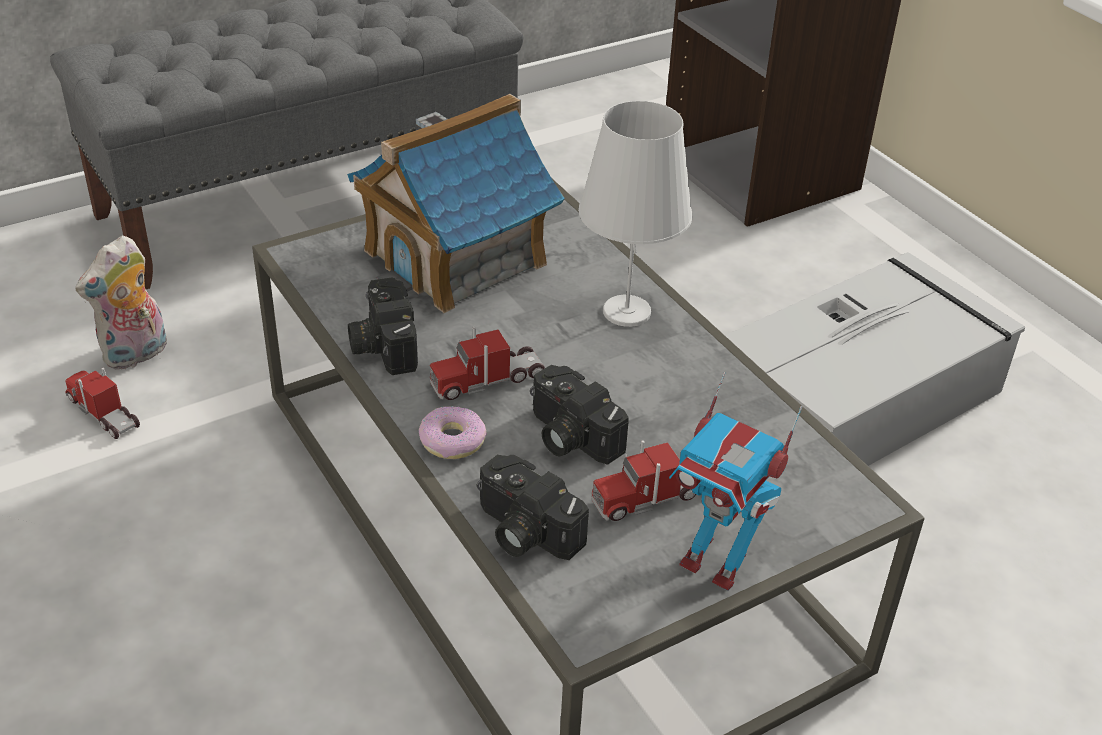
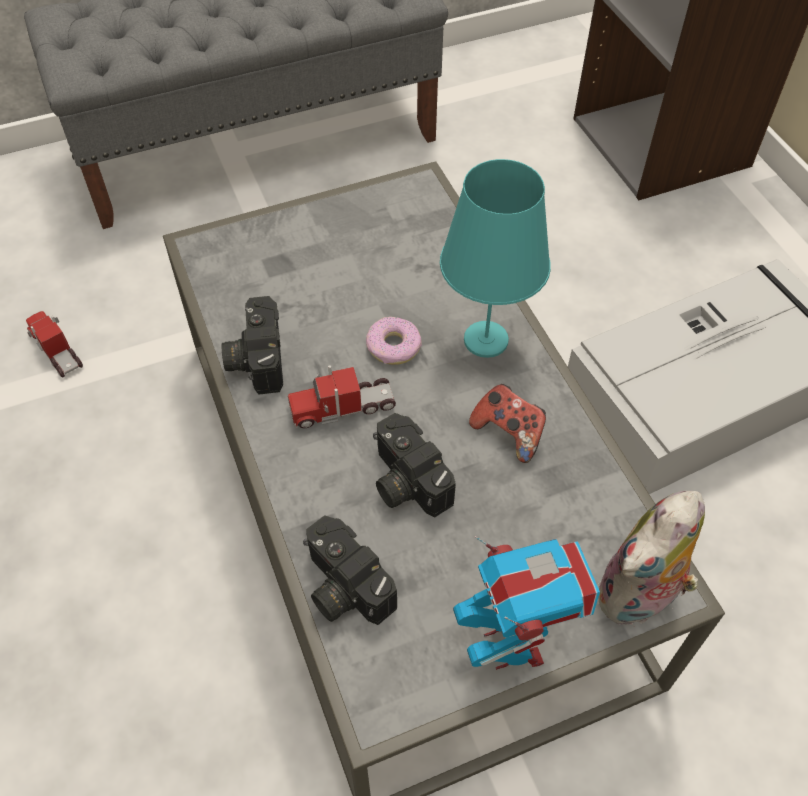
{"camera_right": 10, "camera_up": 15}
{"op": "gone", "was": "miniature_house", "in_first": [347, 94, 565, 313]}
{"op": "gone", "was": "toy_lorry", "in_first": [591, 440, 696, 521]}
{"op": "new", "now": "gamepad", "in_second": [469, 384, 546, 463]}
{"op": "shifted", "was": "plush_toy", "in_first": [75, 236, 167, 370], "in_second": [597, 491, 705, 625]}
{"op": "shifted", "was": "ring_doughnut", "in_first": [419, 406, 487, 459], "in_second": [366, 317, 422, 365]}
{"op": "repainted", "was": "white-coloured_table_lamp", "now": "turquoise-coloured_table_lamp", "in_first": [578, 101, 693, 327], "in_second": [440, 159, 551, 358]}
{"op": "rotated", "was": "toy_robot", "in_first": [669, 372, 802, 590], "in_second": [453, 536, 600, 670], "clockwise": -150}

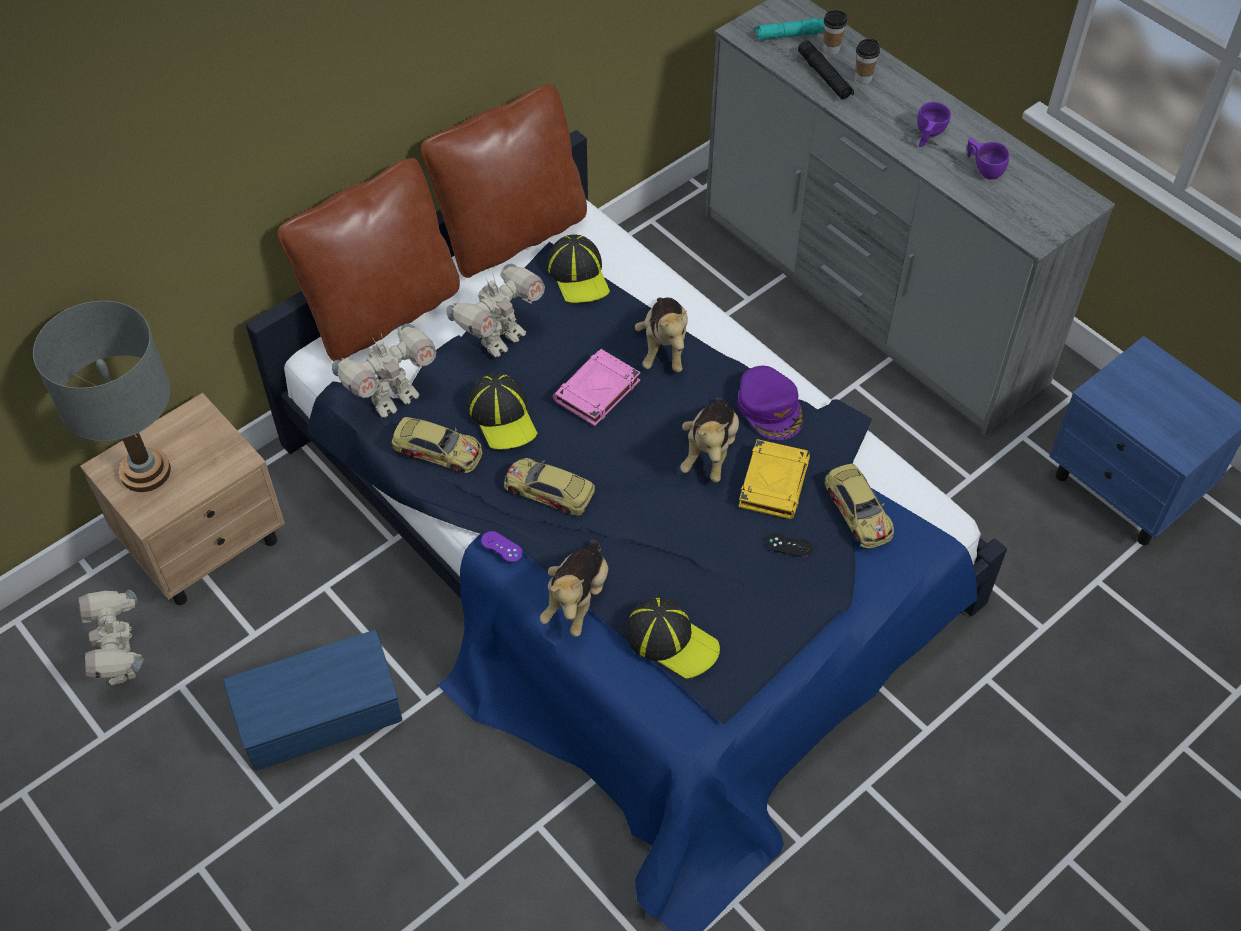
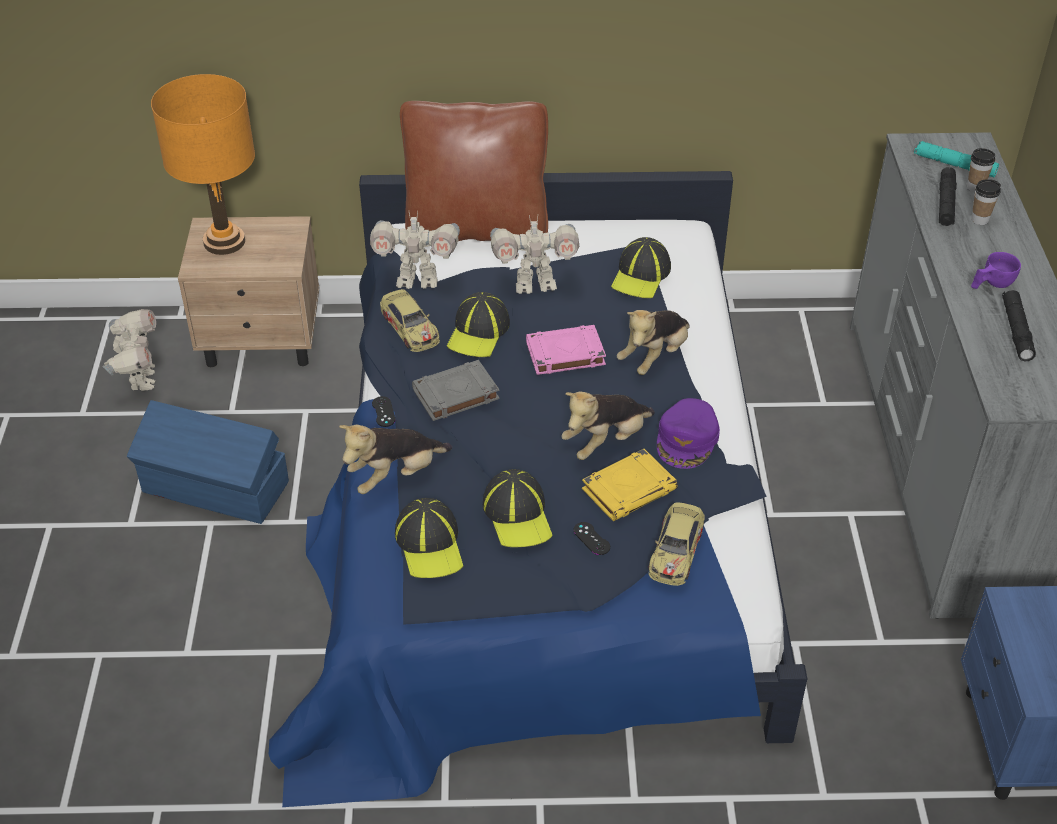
{"camera_right": 40, "camera_up": -10}
{"op": "gone", "was": "brown_pillow", "in_first": [421, 84, 587, 278]}
{"op": "new", "now": "baseball_cap", "in_second": [483, 469, 553, 547]}
{"op": "swapped", "was": "miniature_car", "now": "greyish_bound_book", "in_first": [504, 458, 595, 516], "in_second": [412, 360, 500, 421]}
{"op": "swapped", "was": "purple-coloured_small_cup", "now": "black_flashlight", "in_first": [967, 137, 1009, 180], "in_second": [1002, 290, 1036, 361]}
{"op": "repainted", "was": "greyish_table_lamp", "now": "orange-coloured_table_lamp", "in_first": [33, 301, 171, 492], "in_second": [151, 74, 255, 255]}
{"op": "repainted", "was": "purple-coloured_gamepad", "now": "black_gamepad", "in_first": [481, 531, 523, 562], "in_second": [372, 396, 395, 427]}
{"op": "rotated", "was": "toy_robot", "in_first": [78, 590, 145, 685], "in_second": [102, 309, 156, 391], "clockwise": 150}

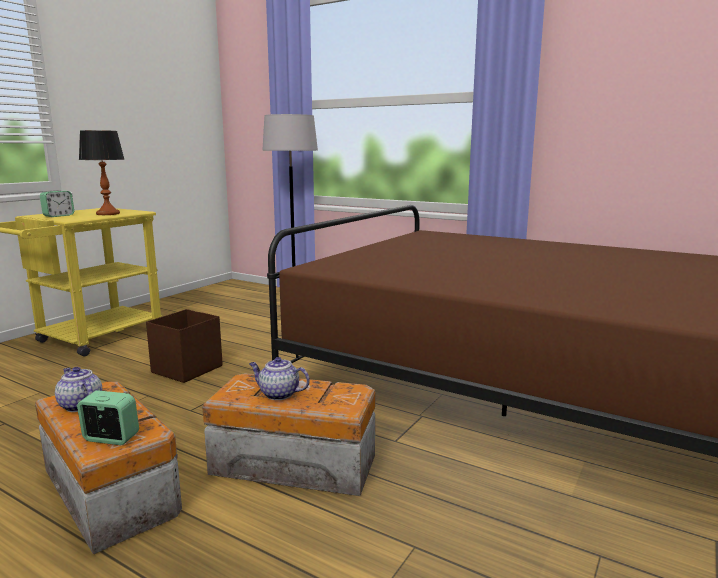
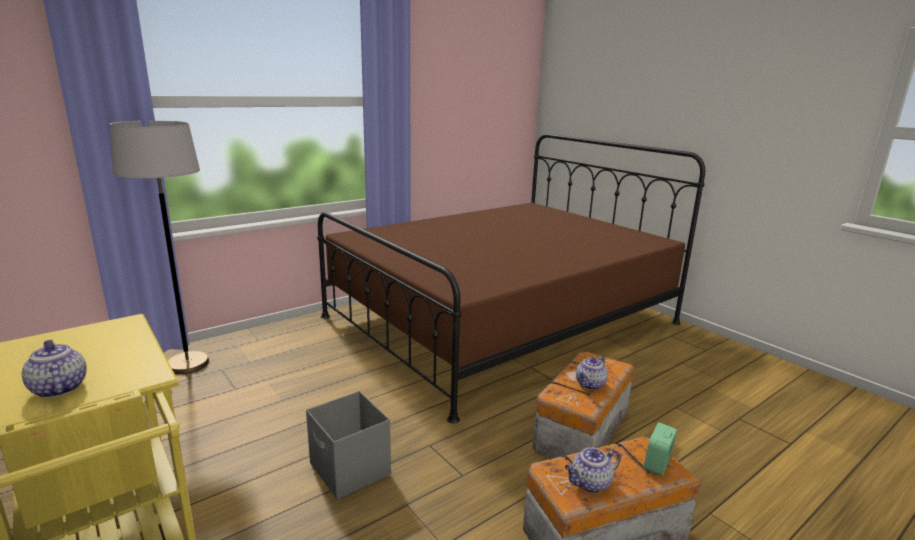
{"camera_right": -70, "camera_up": 5}
{"op": "gone", "was": "table_lamp", "in_first": [79, 130, 124, 215]}
{"op": "swapped", "was": "table_clock", "now": "pot_for_tea", "in_first": [40, 191, 74, 217], "in_second": [22, 340, 87, 398]}
{"op": "repainted", "was": "brown_storage_bin", "now": "greyish_storage_bin", "in_first": [146, 309, 223, 383], "in_second": [306, 391, 391, 499]}

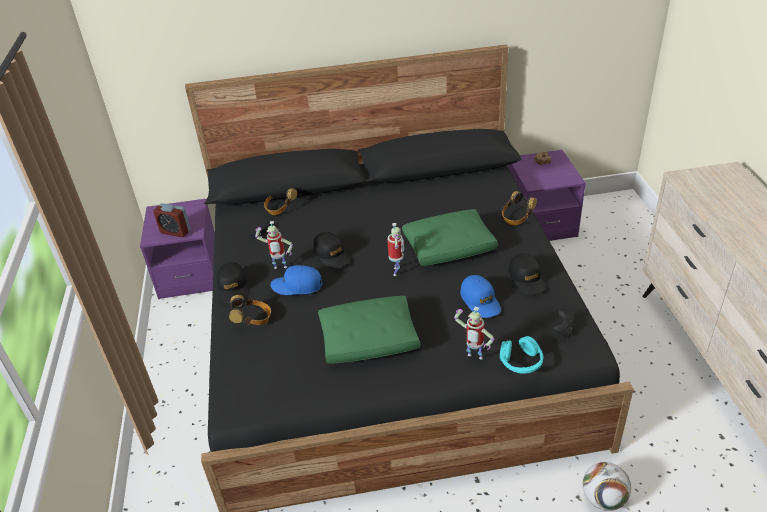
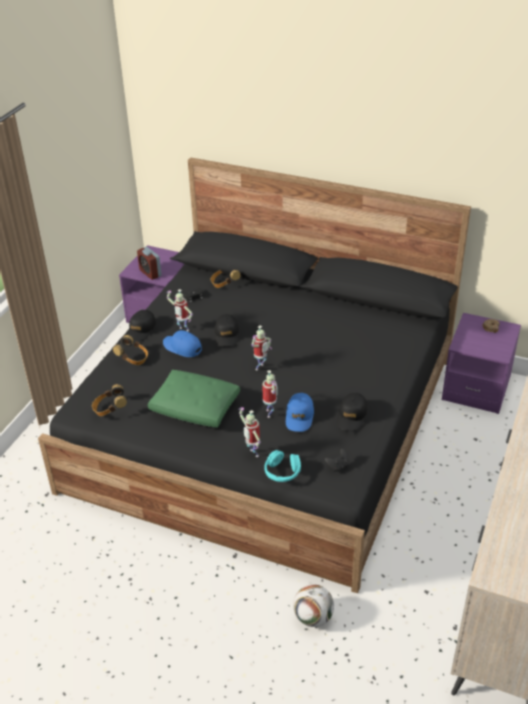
{"camera_right": 30, "camera_up": 0}
{"op": "gone", "was": "green-coloured_pillow", "in_first": [402, 209, 498, 266]}
{"op": "new", "now": "toy_robot", "in_second": [262, 370, 278, 418]}
{"op": "shifted", "was": "pair_of_headphones", "in_first": [502, 191, 537, 225], "in_second": [92, 384, 127, 416]}

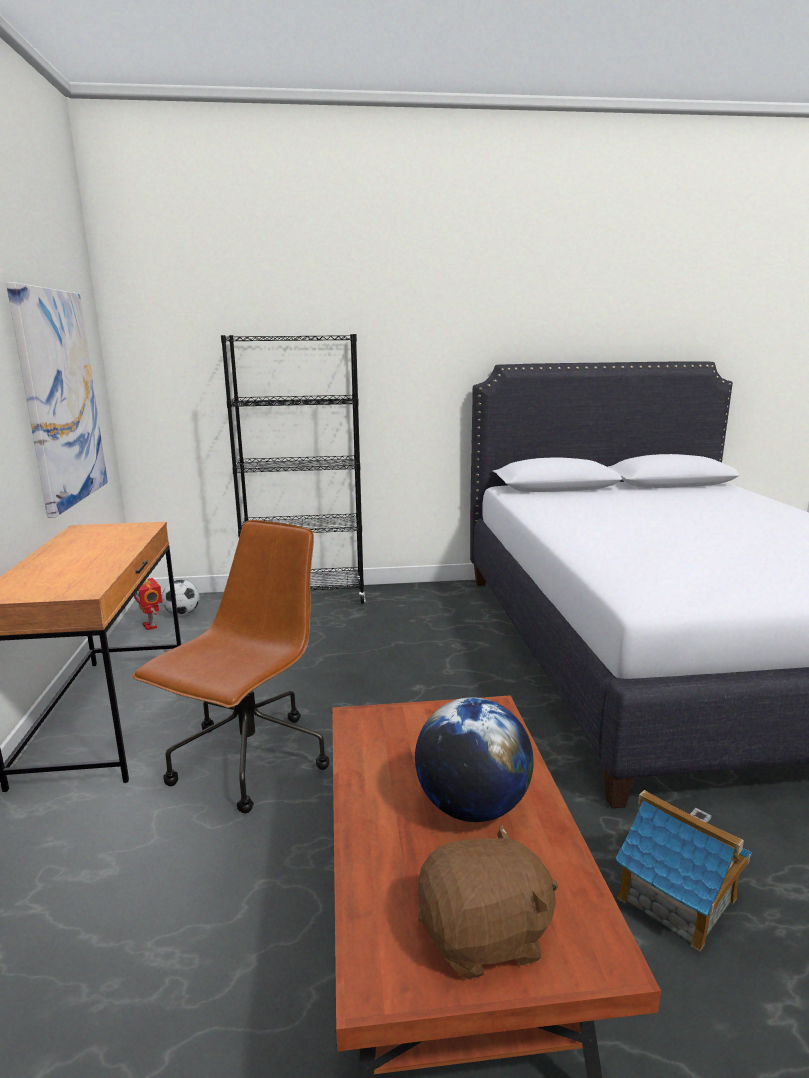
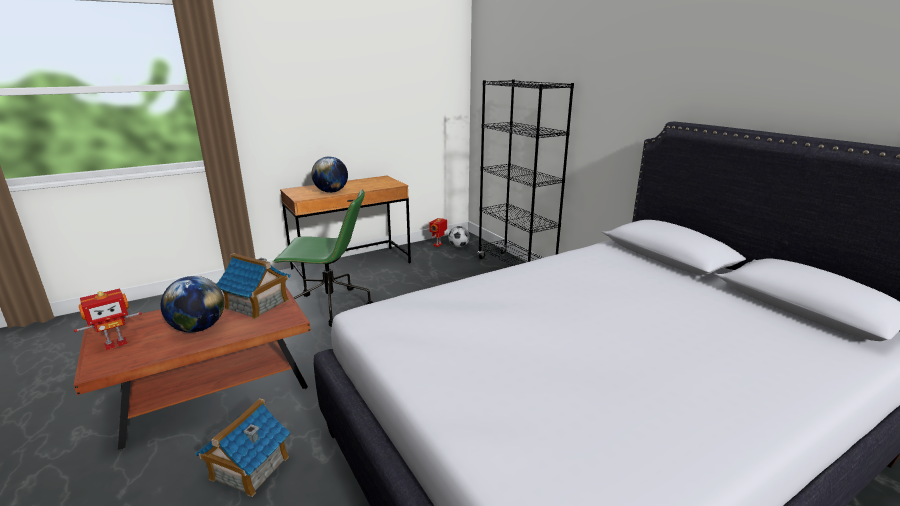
{"camera_right": 65, "camera_up": 5}
{"op": "gone", "was": "wall_art", "in_first": [6, 282, 108, 518]}
{"op": "new", "now": "miniature_house", "in_second": [216, 253, 291, 319]}
{"op": "new", "now": "world_globe", "in_second": [311, 157, 348, 193]}
{"op": "swapped", "was": "brown_plush_toy", "now": "toy_robot", "in_first": [418, 824, 558, 979], "in_second": [74, 289, 142, 350]}
{"op": "repainted", "was": "brown_computer_chair", "now": "green-coloured_computer_chair", "in_first": [132, 520, 329, 814], "in_second": [273, 189, 374, 327]}

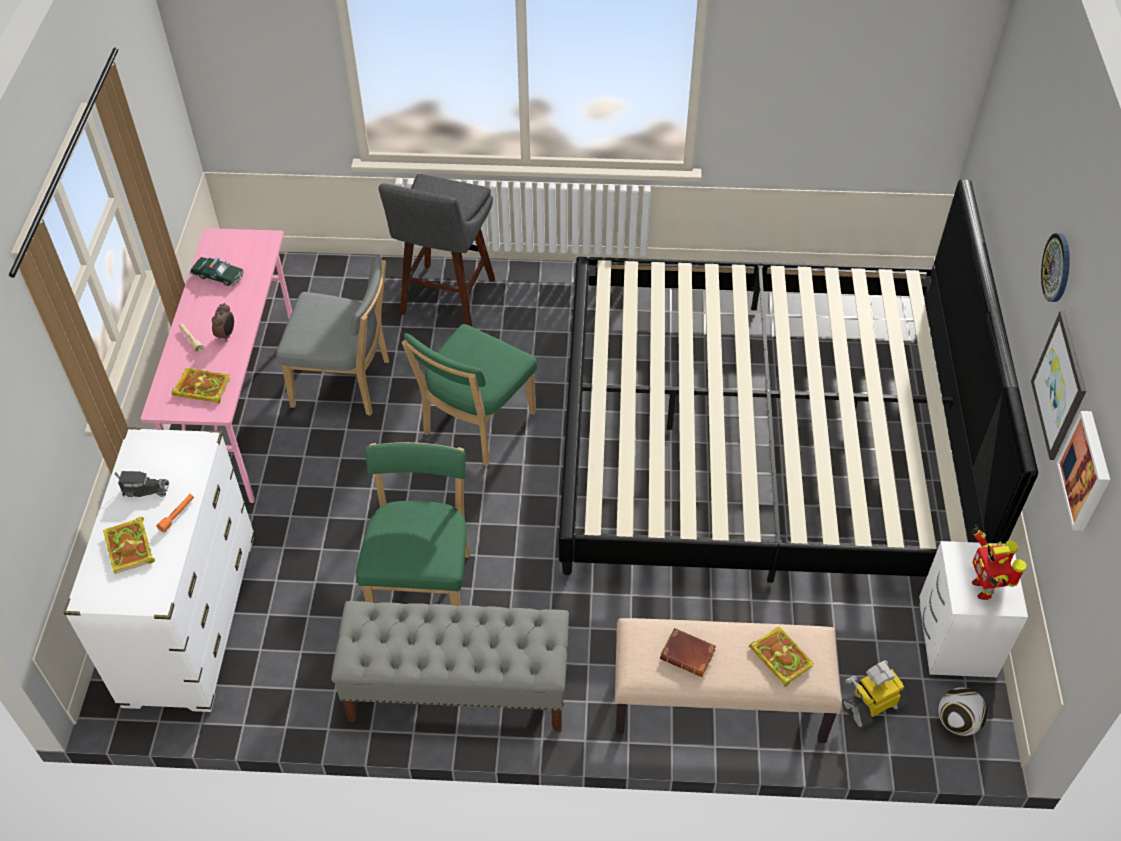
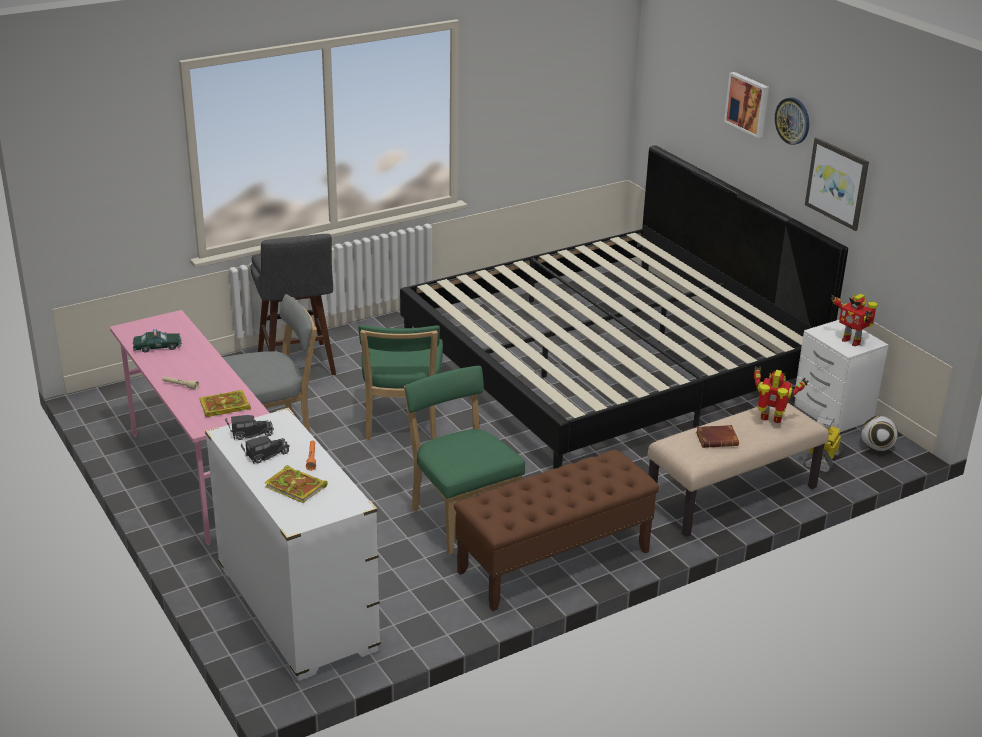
{"camera_right": -35, "camera_up": -20}
{"op": "gone", "was": "table_clock", "in_first": [212, 303, 234, 342]}
{"op": "new", "now": "toy_lorry", "in_second": [225, 415, 274, 440]}
{"op": "shifted", "was": "wall_art", "in_first": [1056, 411, 1110, 531], "in_second": [724, 72, 769, 138]}
{"op": "swapped", "was": "bound_book", "now": "toy_robot", "in_first": [749, 626, 814, 687], "in_second": [754, 366, 809, 423]}
{"op": "repainted", "was": "greyish_bench", "now": "brown_bench", "in_first": [331, 601, 569, 732], "in_second": [454, 449, 659, 611]}

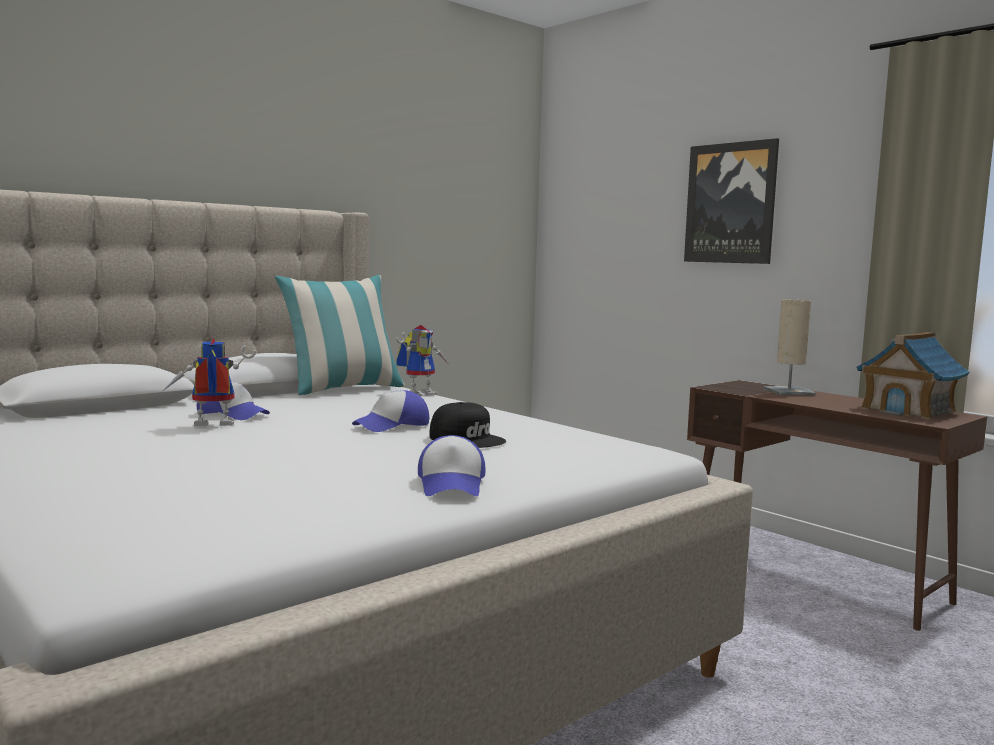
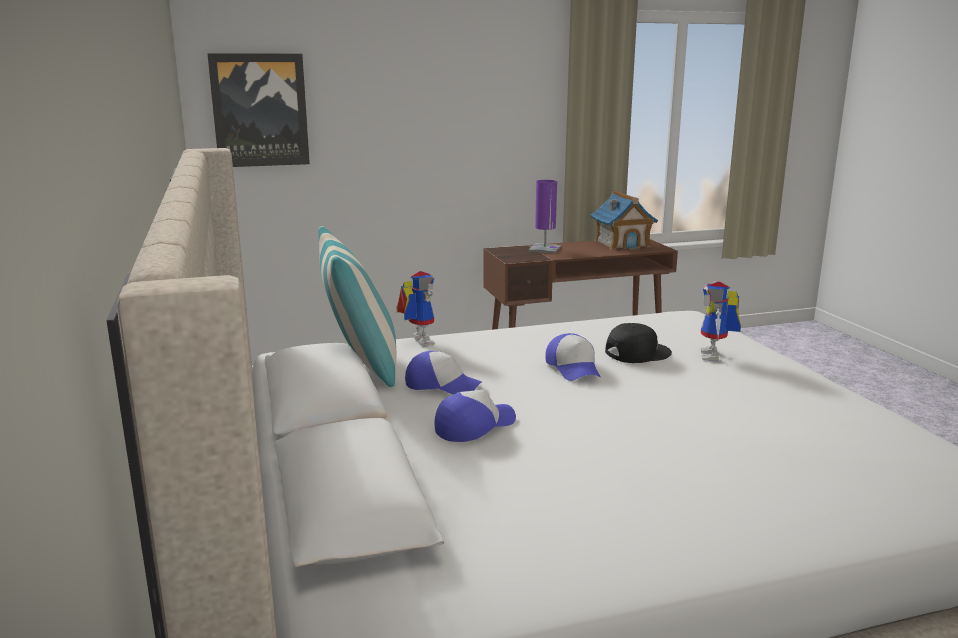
{"camera_right": -65, "camera_up": 10}
{"op": "shifted", "was": "toy_robot", "in_first": [163, 338, 256, 426], "in_second": [701, 281, 741, 361]}
{"op": "shifted", "was": "baseball_cap", "in_first": [418, 435, 485, 496], "in_second": [405, 351, 482, 394]}
{"op": "shifted", "was": "wall_art", "in_first": [684, 138, 779, 264], "in_second": [207, 53, 310, 167]}
{"op": "repainted", "was": "sand-coloured_table_lamp", "now": "purple-coloured_table_lamp", "in_first": [764, 300, 816, 395], "in_second": [528, 180, 561, 253]}

